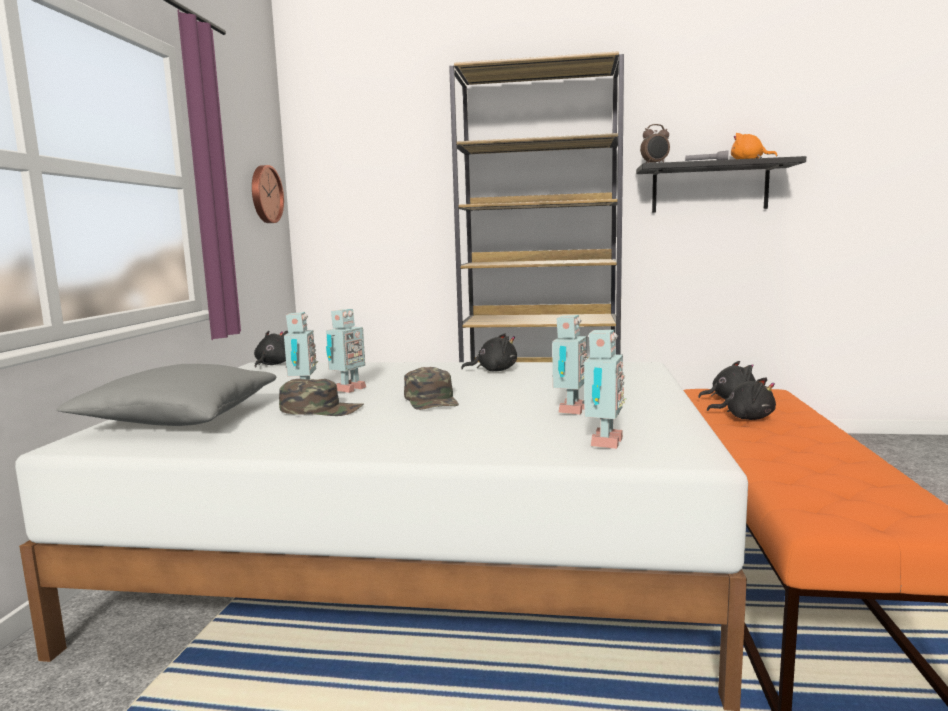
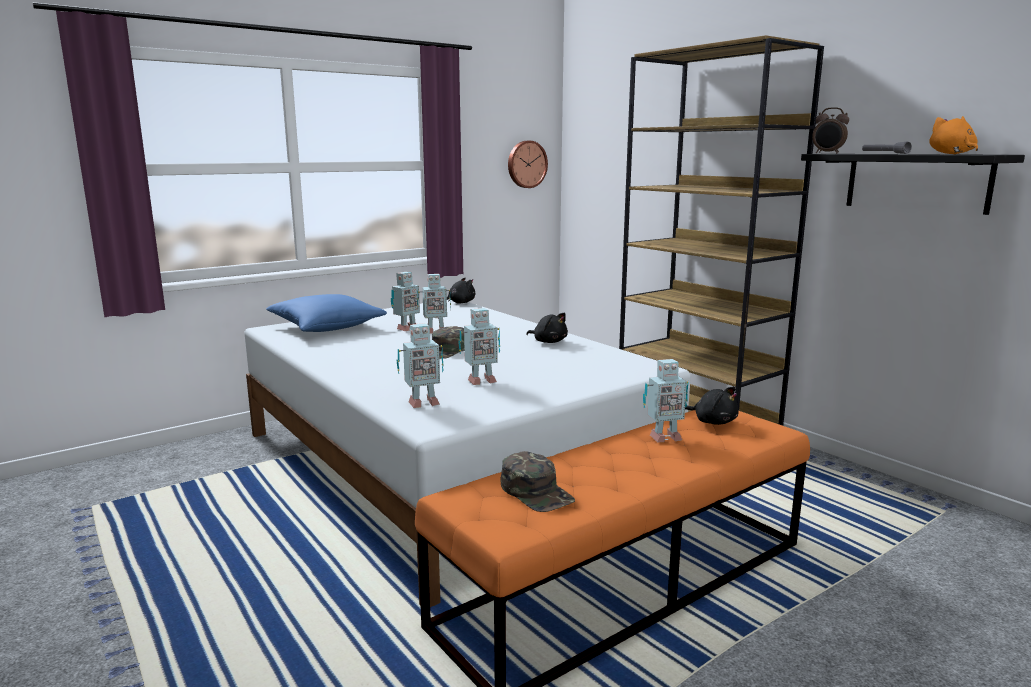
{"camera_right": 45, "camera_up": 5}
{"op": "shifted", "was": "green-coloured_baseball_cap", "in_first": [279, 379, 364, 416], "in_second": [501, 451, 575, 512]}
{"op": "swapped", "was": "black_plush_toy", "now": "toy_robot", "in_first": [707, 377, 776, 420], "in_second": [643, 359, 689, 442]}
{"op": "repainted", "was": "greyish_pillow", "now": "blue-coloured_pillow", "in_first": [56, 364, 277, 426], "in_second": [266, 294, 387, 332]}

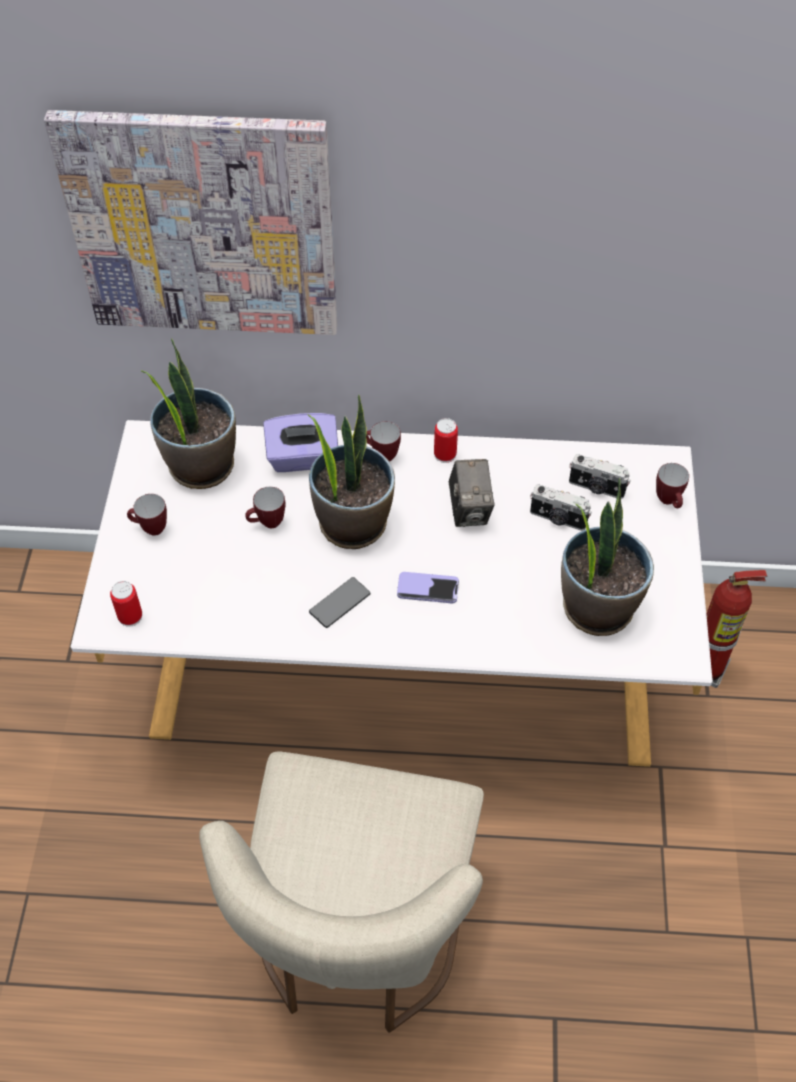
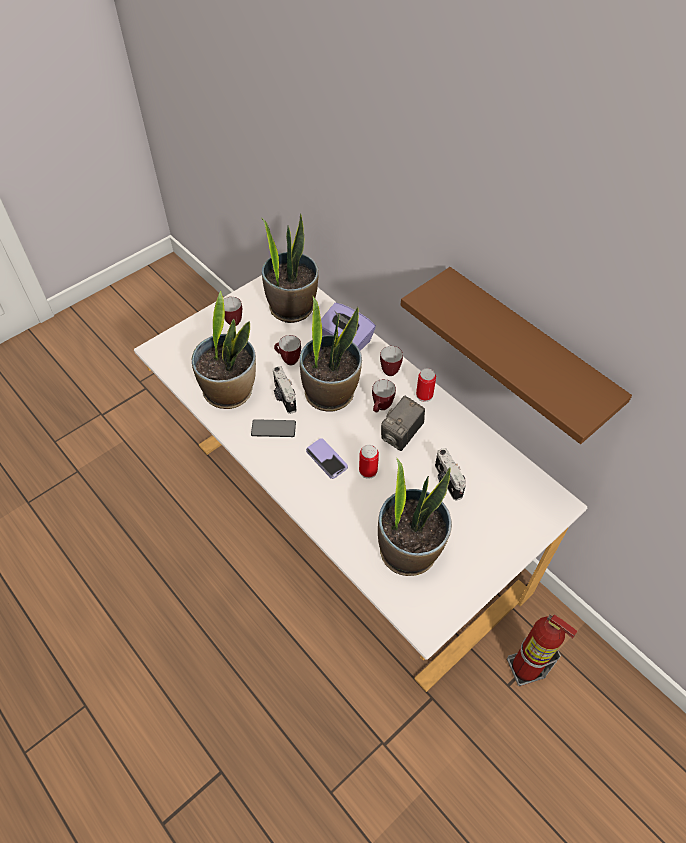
{"camera_right": 45, "camera_up": 0}
{"op": "gone", "was": "wall_art", "in_first": [44, 110, 337, 335]}
{"op": "gone", "was": "sand-coloured_upright_chair", "in_first": [199, 752, 484, 1033]}
{"op": "new", "now": "houseplant", "in_second": [192, 290, 256, 409]}
{"op": "new", "now": "brown_shelf", "in_second": [401, 267, 632, 444]}
{"op": "shifted", "was": "can", "in_first": [110, 581, 142, 627], "in_second": [359, 445, 379, 479]}
{"op": "shifted", "was": "photo_camera", "in_first": [569, 454, 631, 499], "in_second": [273, 366, 296, 414]}
{"op": "shifted", "was": "tea_mug", "in_first": [656, 463, 689, 508], "in_second": [372, 379, 396, 412]}

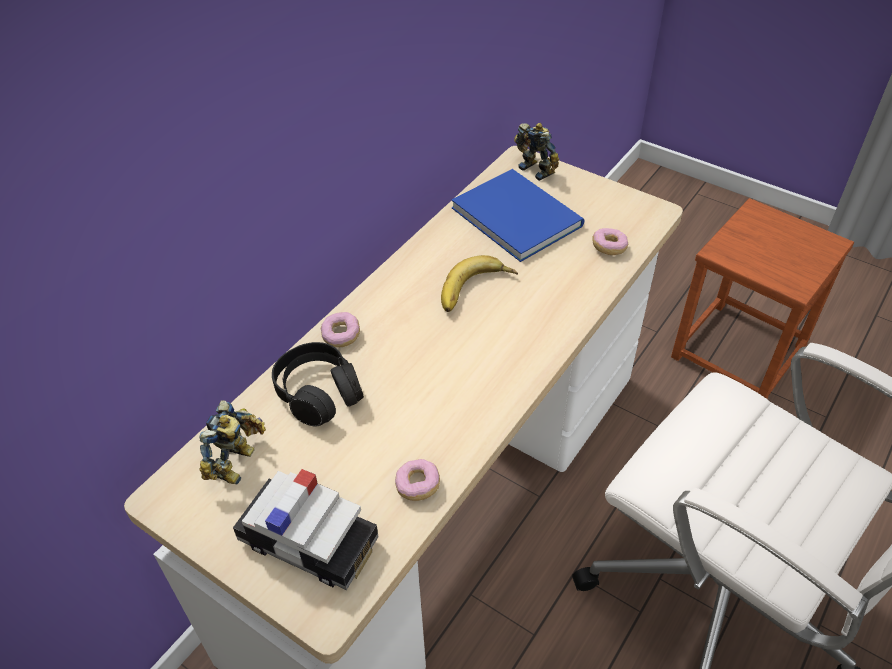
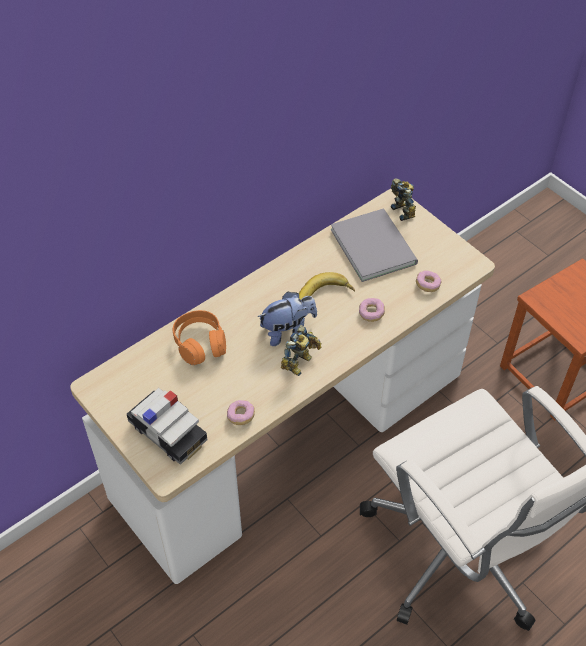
{"camera_right": 15, "camera_up": 5}
{"op": "new", "now": "plush_toy", "in_second": [258, 292, 317, 346]}
{"op": "shifted", "was": "toy_robot", "in_first": [199, 400, 266, 484], "in_second": [281, 325, 321, 376]}
{"op": "shifted", "was": "ring_doughnut", "in_first": [321, 312, 360, 347], "in_second": [359, 298, 385, 322]}
{"op": "repainted", "was": "black_pair_of_headphones", "now": "orange-coloured_pair_of_headphones", "in_first": [272, 342, 364, 427], "in_second": [173, 310, 226, 365]}
{"op": "repainted", "was": "blue-coloured_bound_book", "now": "greyish_bound_book", "in_first": [452, 169, 585, 262], "in_second": [331, 209, 418, 282]}

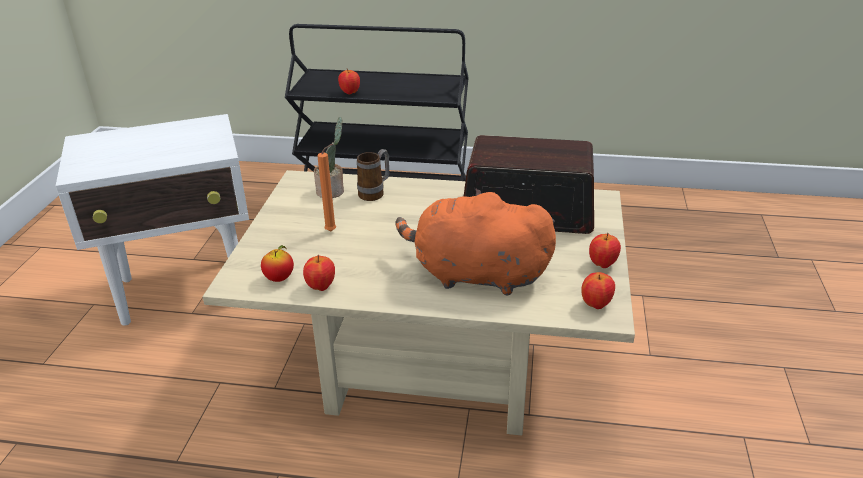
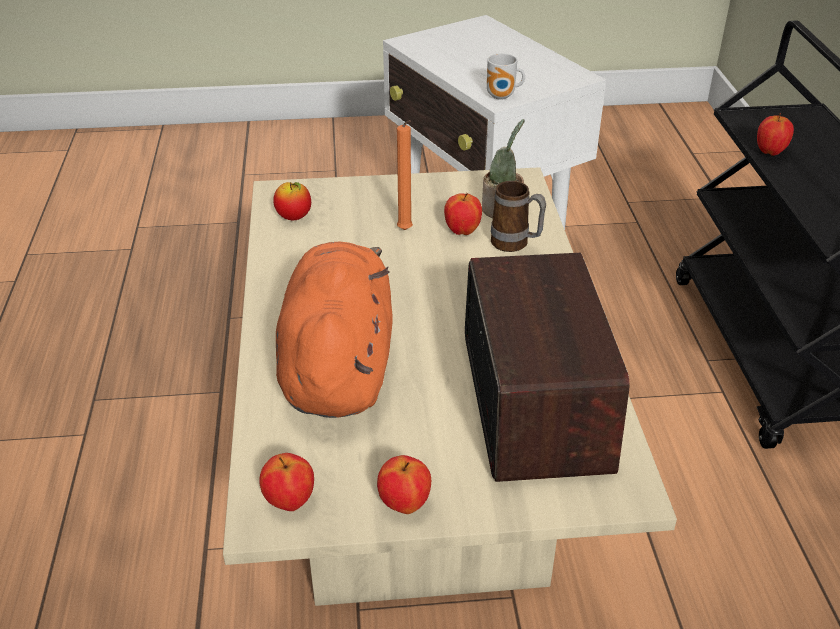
{"camera_right": 75, "camera_up": 5}
{"op": "new", "now": "tea_mug", "in_second": [487, 53, 525, 100]}
{"op": "shifted", "was": "apple_fruit", "in_first": [303, 255, 335, 291], "in_second": [444, 193, 482, 235]}

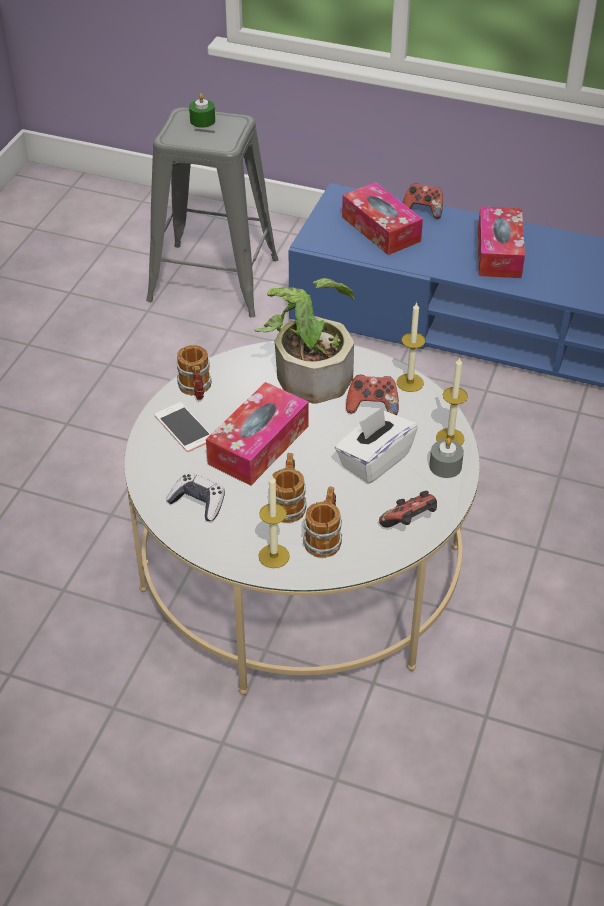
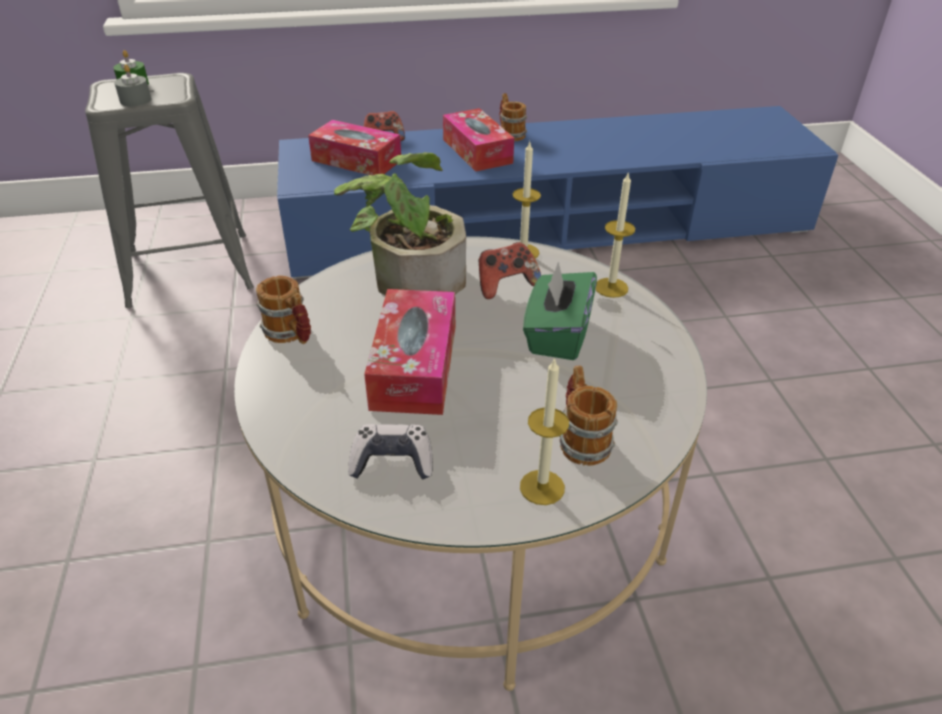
{"camera_right": -30, "camera_up": -5}
{"op": "gone", "was": "phone", "in_first": [154, 402, 211, 452]}
{"op": "gone", "was": "gamepad", "in_first": [379, 491, 437, 528]}
{"op": "shifted", "was": "tea_mug", "in_first": [272, 453, 306, 523], "in_second": [499, 93, 527, 141]}
{"op": "shifted", "was": "greyish_wax_candle", "in_first": [429, 438, 464, 478], "in_second": [114, 64, 151, 106]}
{"op": "repainted", "was": "white-coloured_box_of_tissues", "now": "green-coloured_box_of_tissues", "in_first": [335, 407, 418, 483], "in_second": [523, 262, 597, 360]}

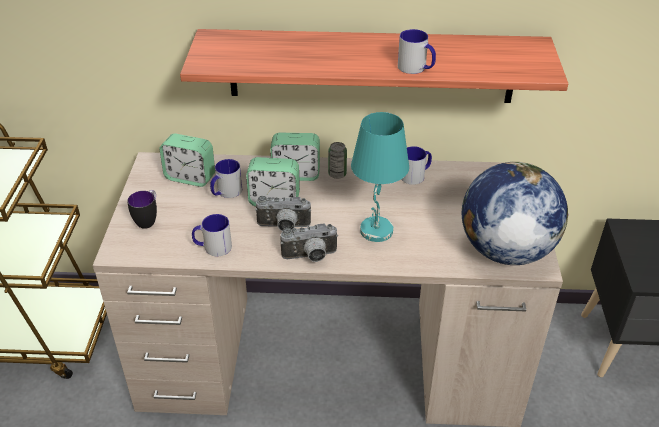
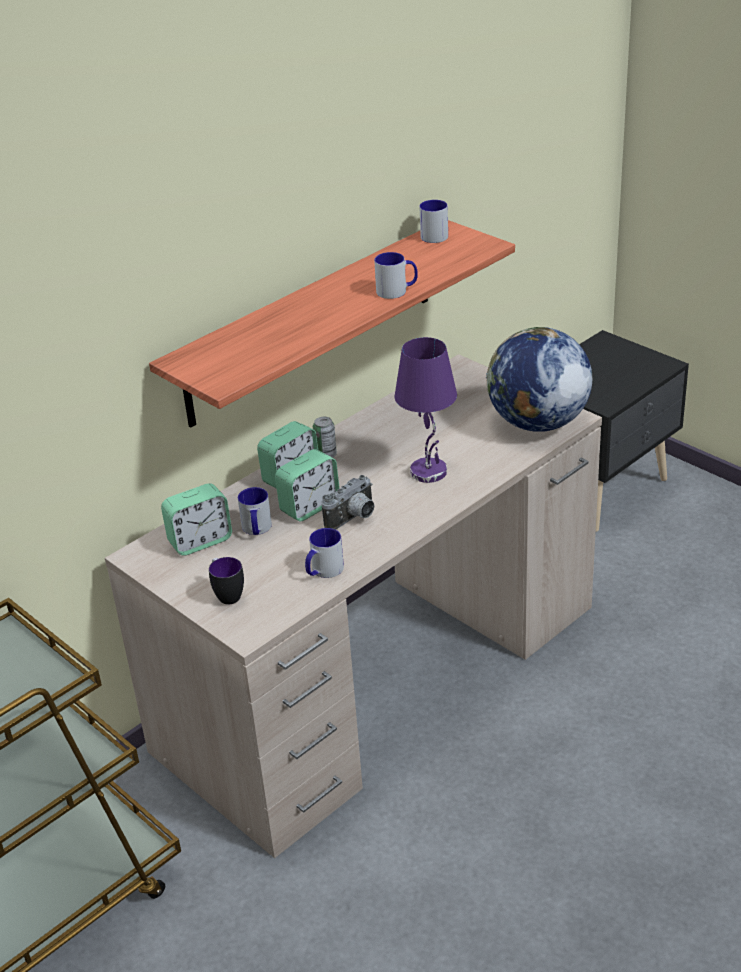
{"camera_right": -45, "camera_up": -5}
{"op": "gone", "was": "photo_camera", "in_first": [280, 224, 338, 262]}
{"op": "shifted", "was": "tea_mug", "in_first": [401, 146, 432, 185], "in_second": [419, 200, 448, 243]}
{"op": "repainted", "was": "turquoise-coloured_table_lamp", "now": "purple-coloured_table_lamp", "in_first": [351, 112, 409, 242], "in_second": [395, 337, 457, 483]}

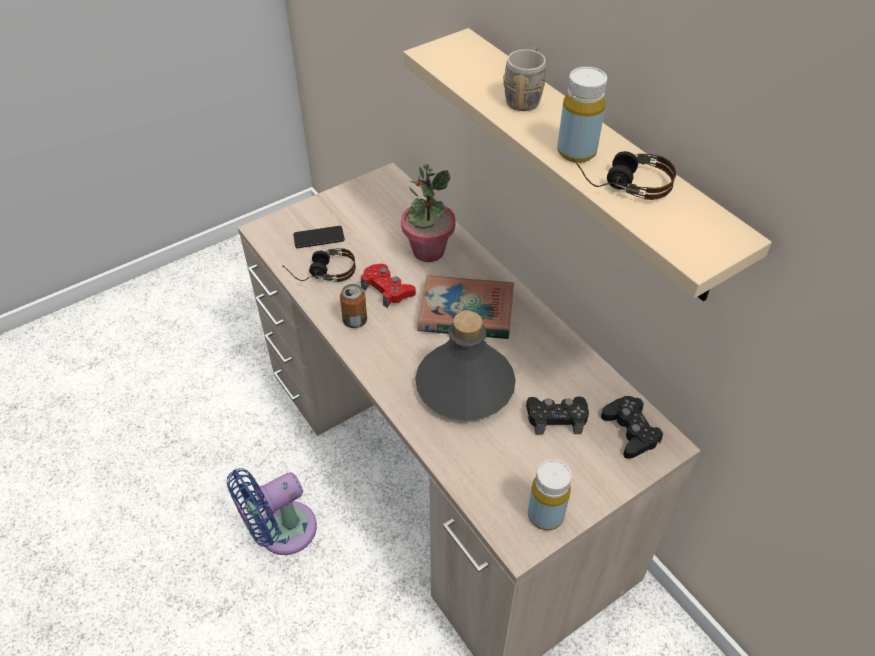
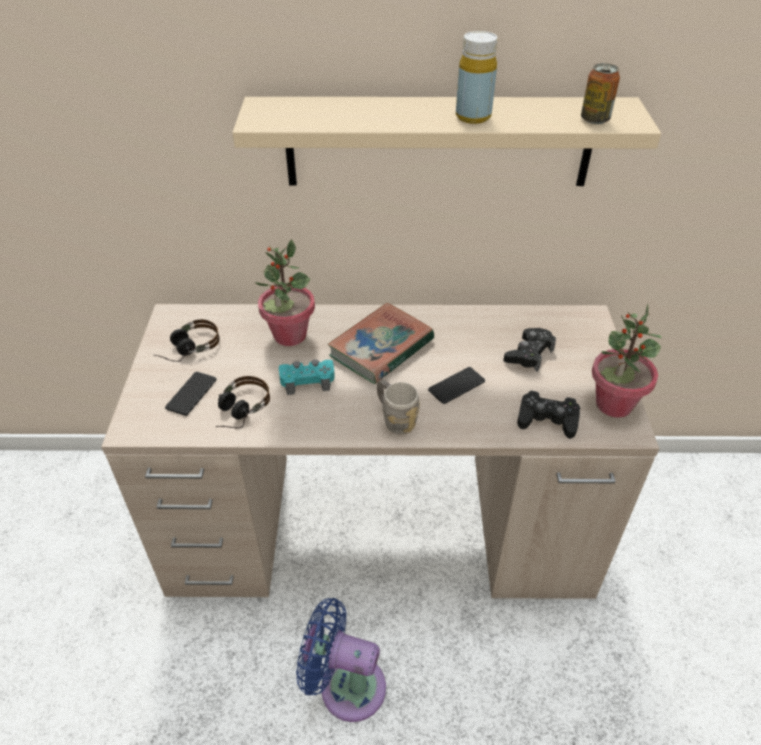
{"camera_right": -55, "camera_up": -5}
{"op": "shifted", "was": "can", "in_first": [340, 284, 367, 328], "in_second": [581, 63, 620, 124]}
{"op": "shifted", "was": "greyish_tea_mug", "in_first": [503, 47, 546, 111], "in_second": [377, 380, 420, 434]}
{"op": "shifted", "was": "pair_of_headphones", "in_first": [573, 151, 676, 200], "in_second": [153, 319, 219, 362]}
{"op": "shifted", "was": "black_gamepad", "in_first": [601, 396, 663, 459], "in_second": [517, 391, 580, 439]}
{"op": "swapped", "was": "greyish_bottle", "now": "phone", "in_first": [415, 311, 516, 421], "in_second": [428, 367, 485, 404]}
{"op": "swapped", "was": "yellow_bottle", "now": "houseplant", "in_first": [528, 459, 572, 530], "in_second": [592, 304, 662, 418]}
{"op": "repainted", "was": "reddish_gamepad", "now": "turquoise-coloured_gamepad", "in_first": [361, 264, 416, 308], "in_second": [279, 359, 335, 395]}
{"op": "rotated", "was": "blue-coloured_cooling_fan", "in_first": [226, 468, 317, 555], "in_second": [296, 598, 386, 722], "clockwise": 105}

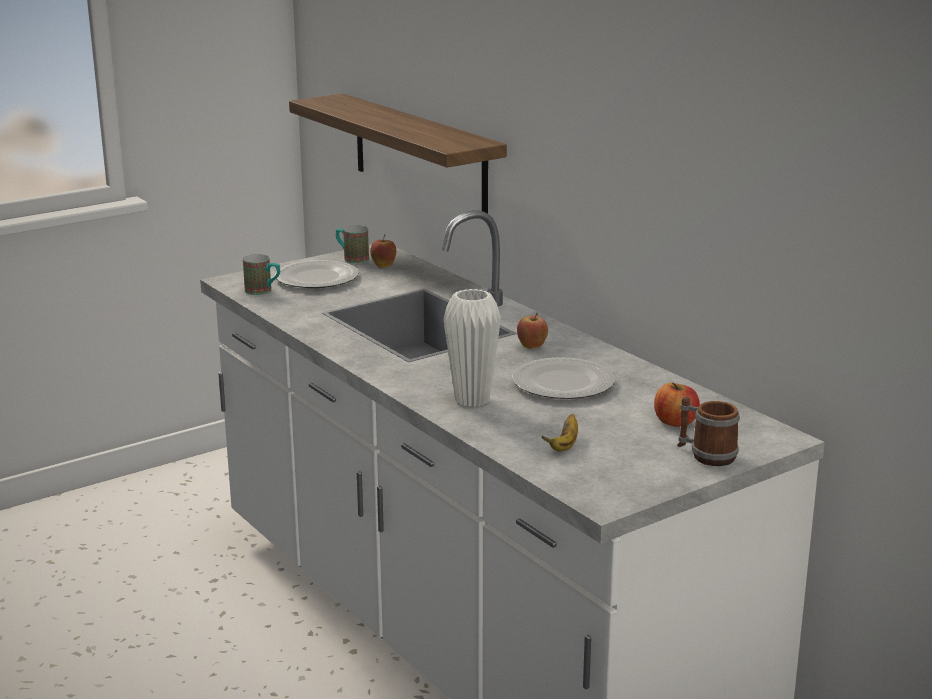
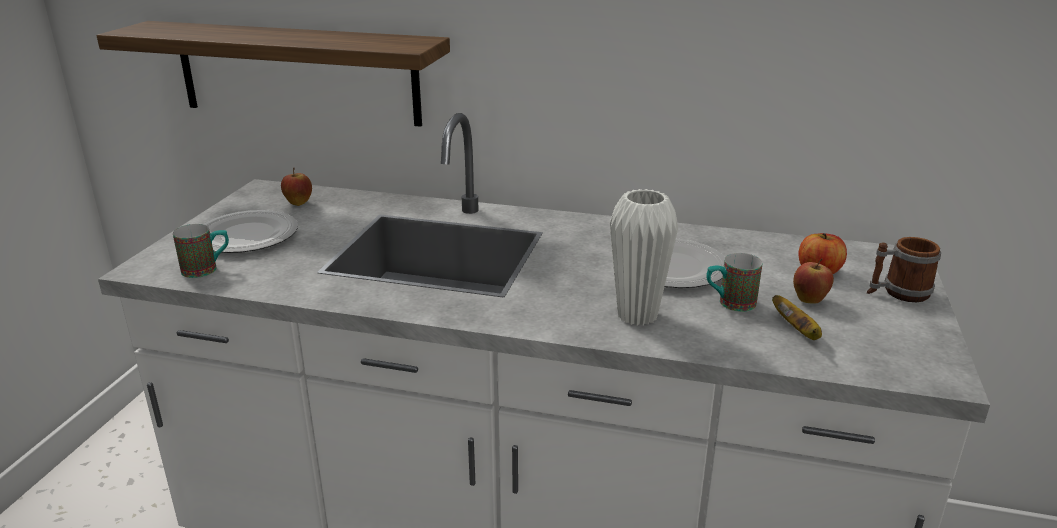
{"camera_right": -40, "camera_up": 5}
{"op": "shifted", "was": "tea_mug", "in_first": [336, 226, 369, 264], "in_second": [706, 253, 762, 312]}
{"op": "shifted", "was": "apple_fruit", "in_first": [517, 313, 548, 349], "in_second": [793, 258, 834, 304]}

